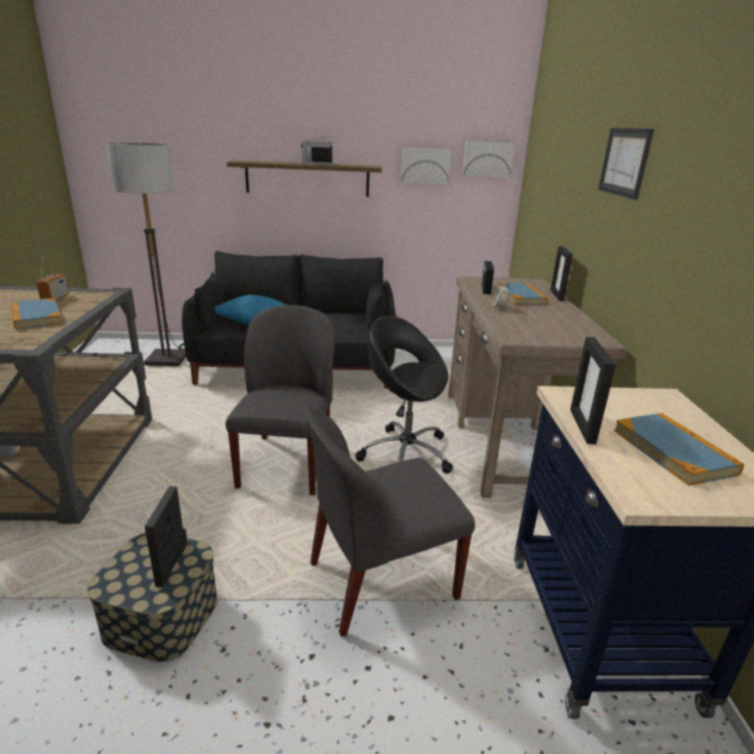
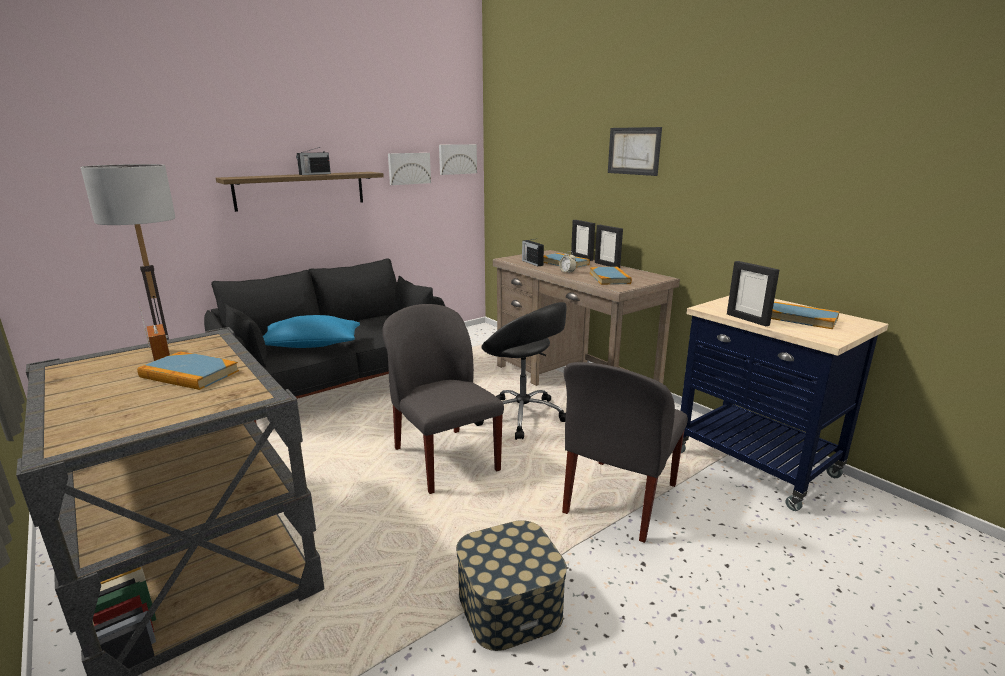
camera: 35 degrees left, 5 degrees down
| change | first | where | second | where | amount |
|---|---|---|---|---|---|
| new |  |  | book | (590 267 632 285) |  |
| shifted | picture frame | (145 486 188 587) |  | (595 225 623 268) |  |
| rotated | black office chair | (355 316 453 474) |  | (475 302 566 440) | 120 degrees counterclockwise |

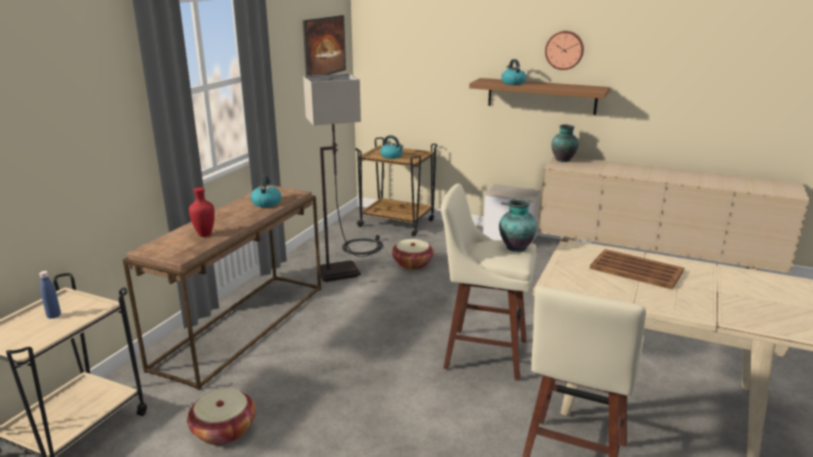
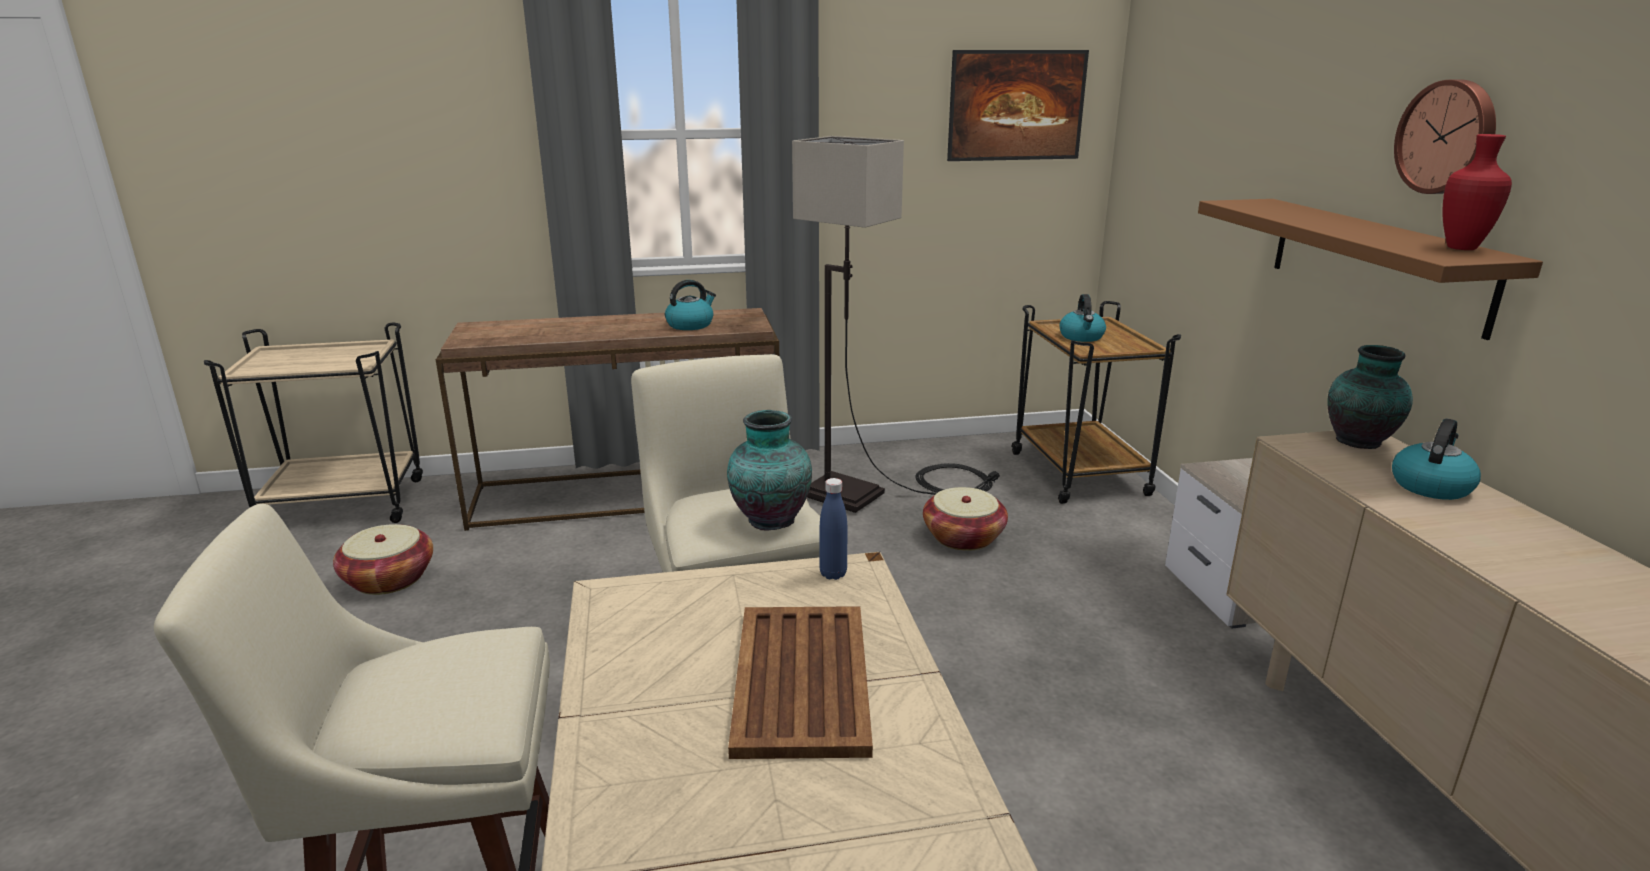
camera: 55 degrees right, 0 degrees up
| change | first | where | second | where | amount |
|---|---|---|---|---|---|
| shifted | bluish drink bottle | (39 271 61 319) |  | (819 478 847 580) |  |
| shifted | reddish vase | (189 187 215 237) |  | (1443 134 1512 250) |  |
| shifted | water kettle | (501 59 526 85) |  | (1392 418 1481 500) |  |

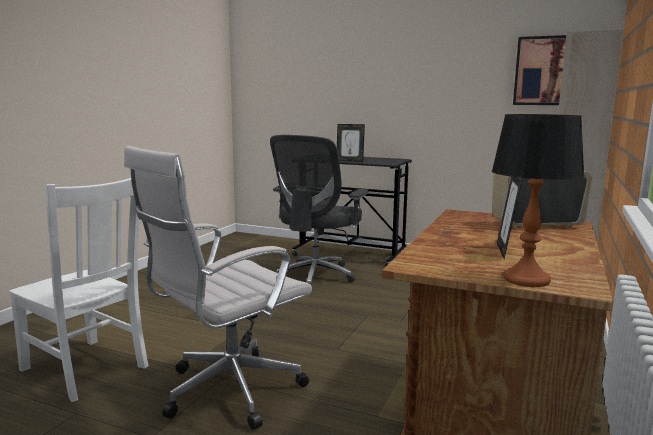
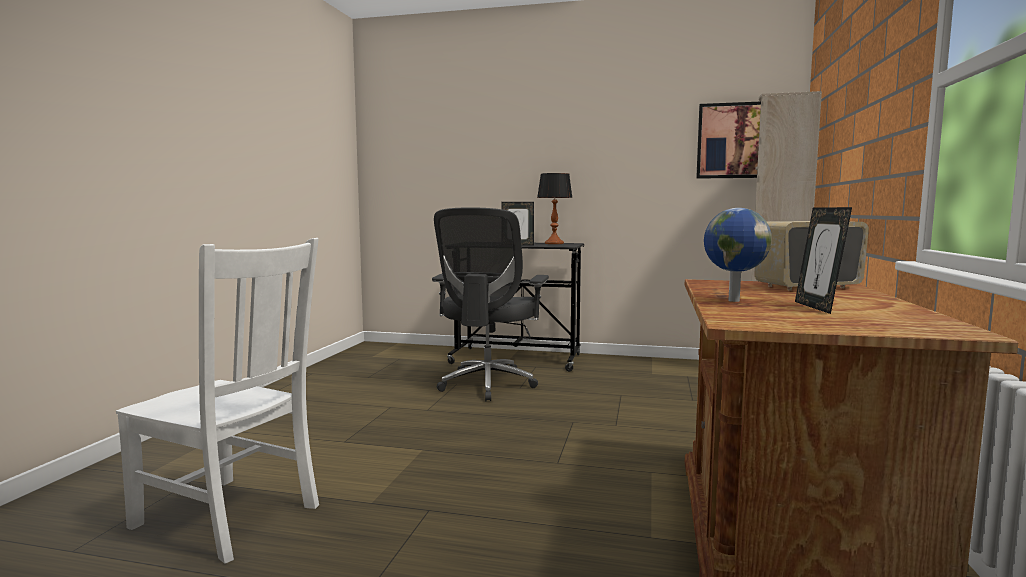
camera: 10 degrees left, 5 degrees down
| change | first | where | second | where | amount |
|---|---|---|---|---|---|
| gone | whitish office chair | (124 146 312 430) |  |  |  |
| new |  |  | desk globe | (704 208 772 302) |  |
| shifted | table lamp | (492 114 585 287) |  | (537 173 573 244) |  |

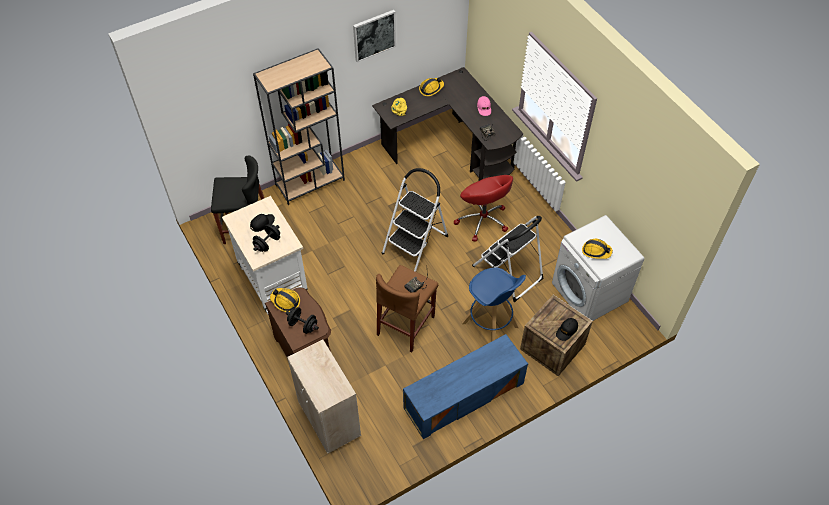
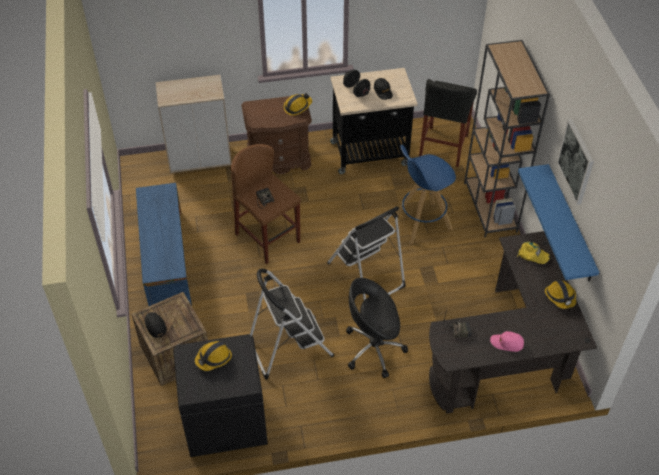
camera: 110 degrees right, 5 degrees down
| change | first | where | second | where | amount |
|---|---|---|---|---|---|
| gone | black dumbbell | (286 307 319 334) |  |  |  |
| new |  |  | bluish wall shelf | (518 164 599 282) |  |
| shifted | bluish stool | (462 267 526 341) |  | (393 145 456 244) |  |
| repainted | whitish cart | (222 196 308 314) | black cart | (330 68 418 174) |  |
| repainted | reddish office chair | (454 175 513 241) | black office chair | (346 278 408 378) |  |
| repainted | whitish laundry appliance | (552 215 644 321) | black laundry appliance | (173 334 268 457) |  |

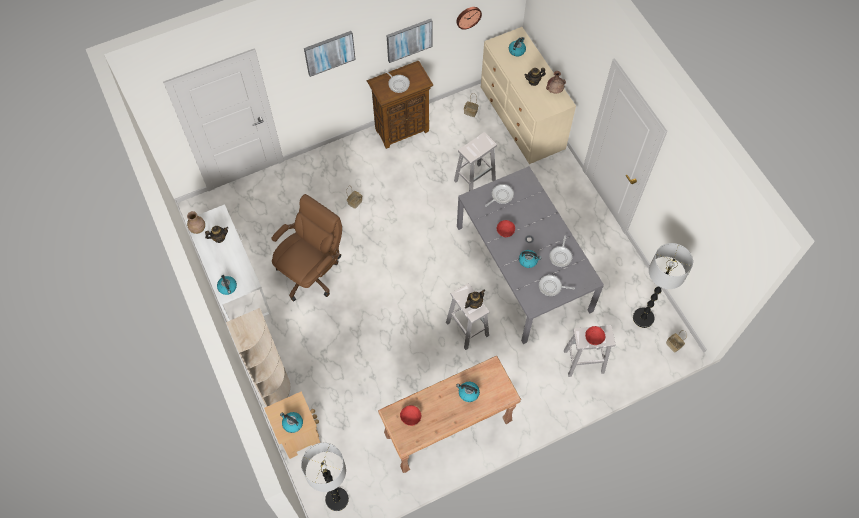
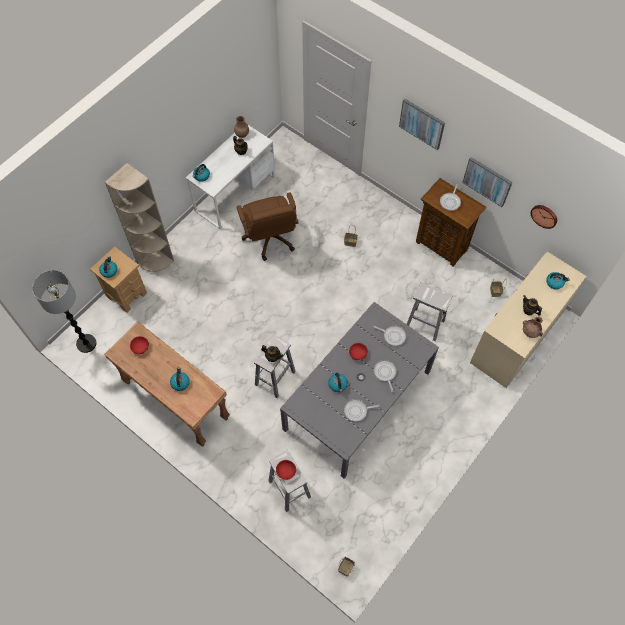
camera: 65 degrees right, 0 degrees up
| change | first | where | second | where | amount |
|---|---|---|---|---|---|
| gone | standard lamp | (633 243 693 328) |  |  |  |
| shifted | frying pan | (539 275 575 296) |  | (374 360 396 392) |  |
| rotated | brown office chair | (271 194 342 302) |  | (237 192 298 261) | 60 degrees clockwise |

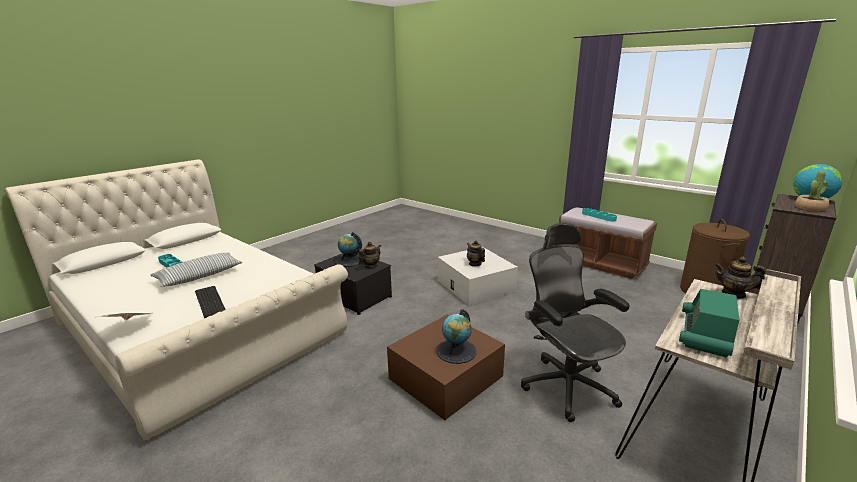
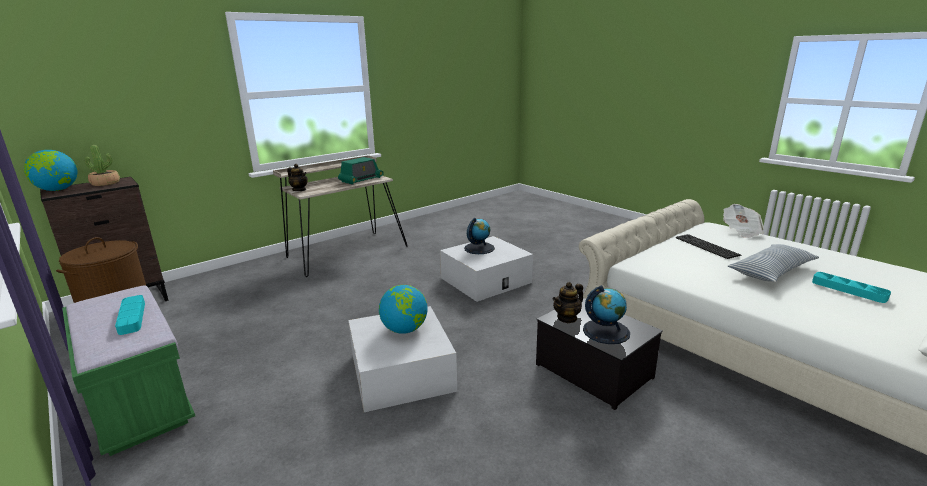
camera: 170 degrees left, 0 degrees up
| change | first | where | second | where | amount |
|---|---|---|---|---|---|
| gone | office chair | (521 223 629 422) |  |  |  |
| swapped | teapot | (467 240 485 267) | desk globe | (379 285 428 334) |  |
| repainted | brown storage bin | (387 315 505 420) | whitish storage bin | (440 236 533 302) |  |
| repainted | brown long seat | (559 207 657 279) | greenish long seat | (62 285 195 456) |  |

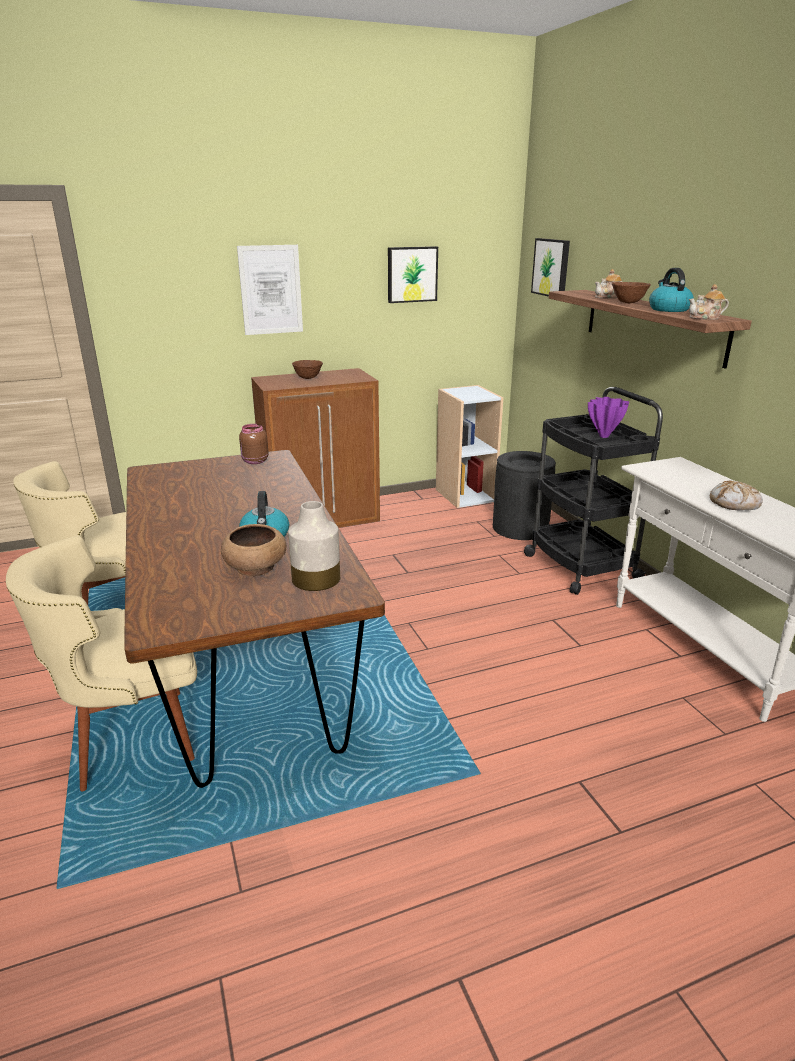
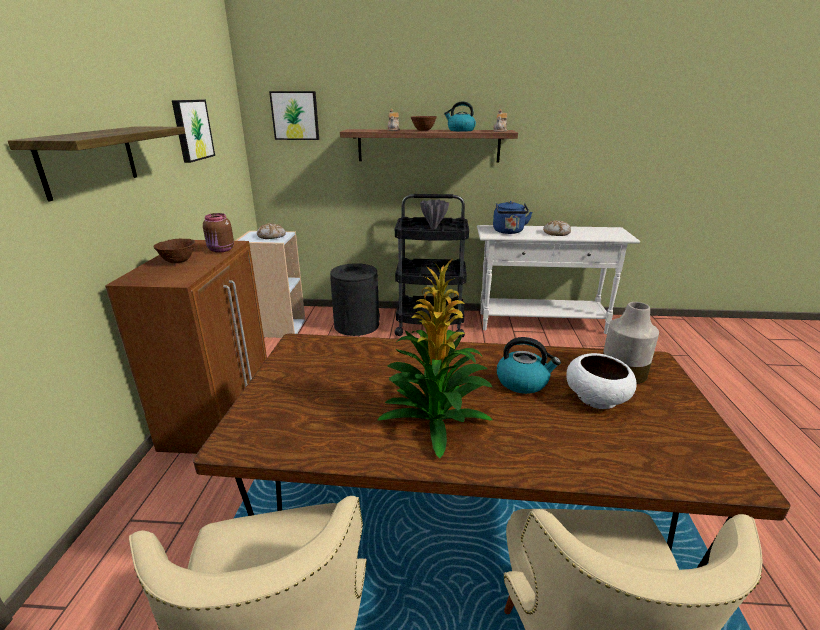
camera: 65 degrees left, 0 degrees up
| change | first | where | second | where | amount |
|---|---|---|---|---|---|
| new |  |  | baked bread | (257 223 286 239) |  |
| new |  |  | plant in a pot | (377 259 492 458) |  |
| new |  |  | bluish water kettle | (493 201 533 234) |  |
| shifted | brown storage jar | (239 424 269 464) |  | (203 213 234 253) |  |
| swapped | picture | (237 245 303 335) | wall shelf | (8 127 185 201) |  |
| repainted | brown bowl | (221 524 286 576) | whitish bowl | (566 353 637 409) |  |
| repainted | purplish vase | (588 397 629 438) | gray vase | (420 200 449 229) |  |

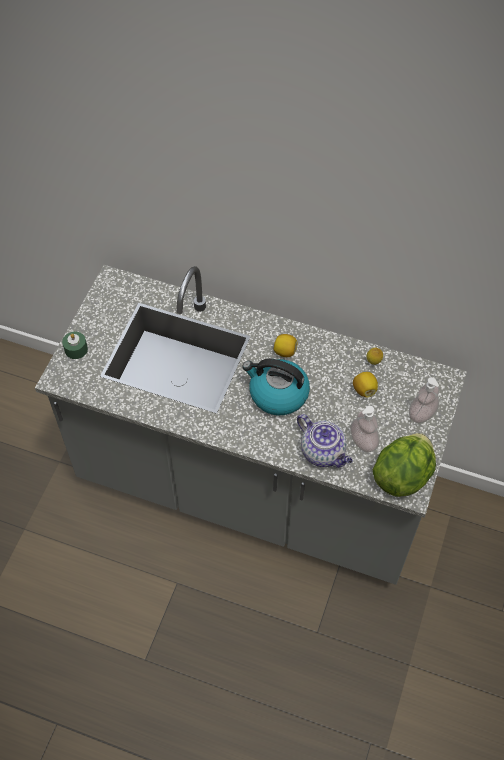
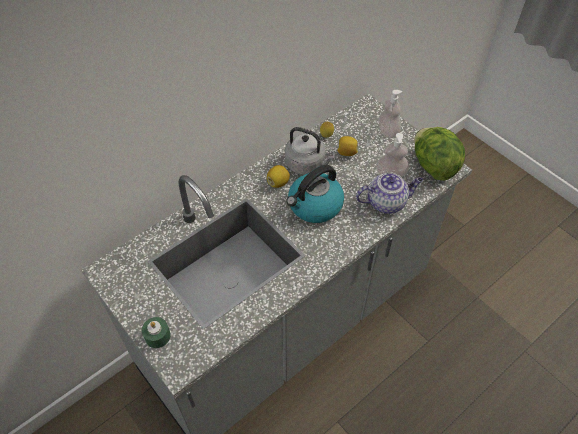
camera: 60 degrees left, 5 degrees down
| change | first | where | second | where | amount |
|---|---|---|---|---|---|
| new |  |  | gray water kettle | (285 127 335 175) |  |

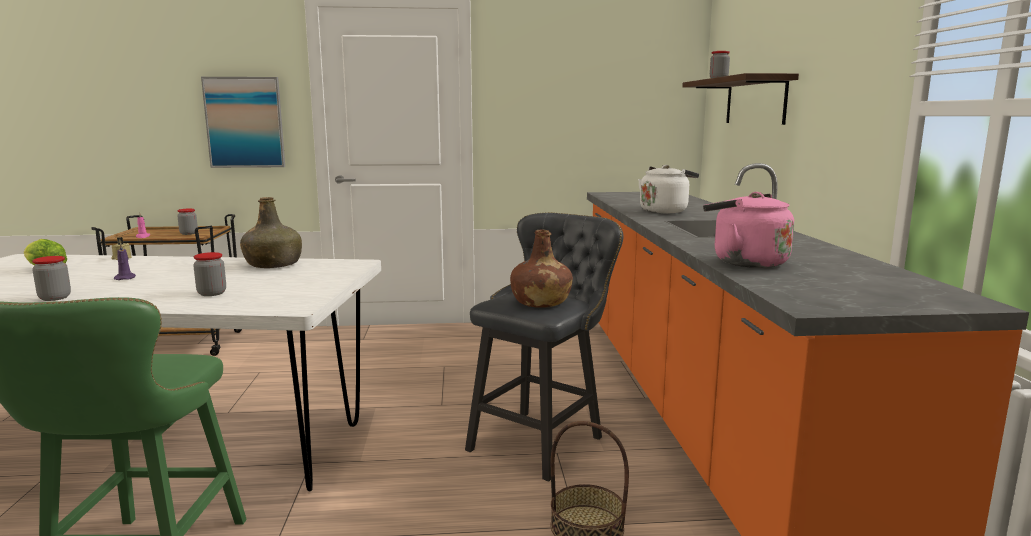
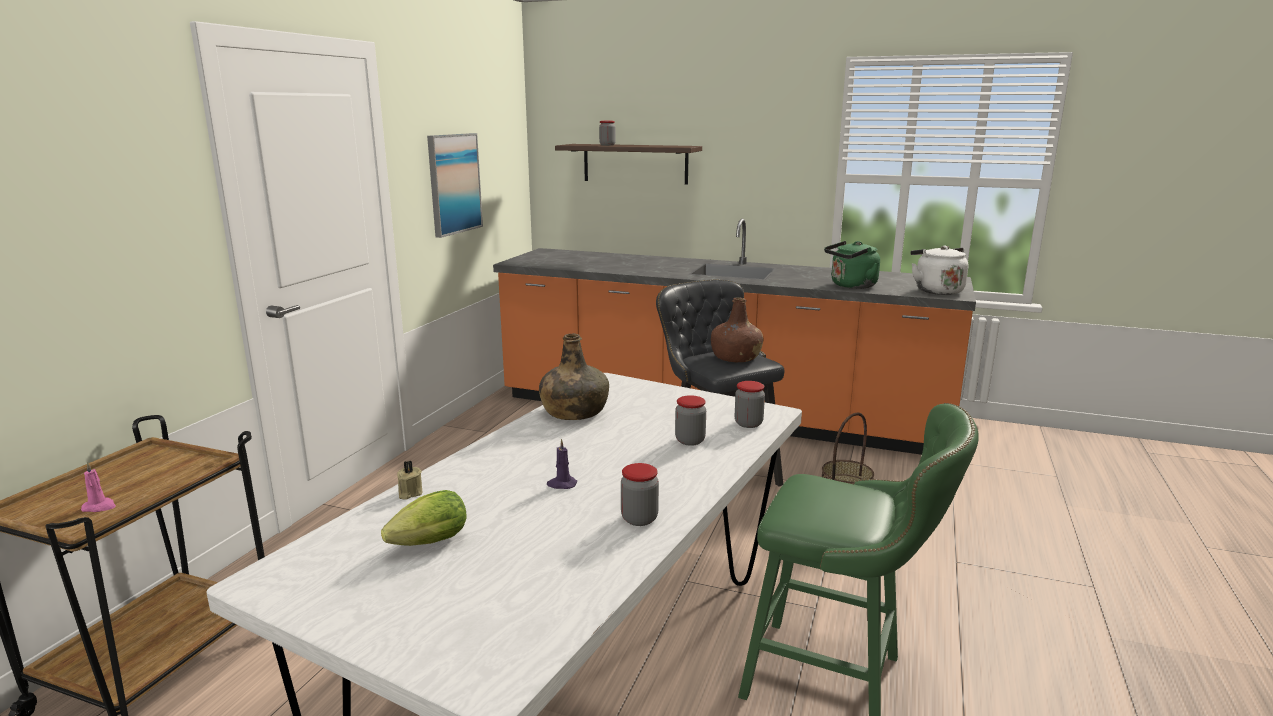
camera: 65 degrees left, 5 degrees up
| change | first | where | second | where | amount |
|---|---|---|---|---|---|
| shifted | storage jar | (177 209 198 235) |  | (735 381 765 428) |  |
| shifted | picture | (201 77 285 168) |  | (427 133 483 238) |  |
| shifted | whitish water kettle | (638 165 699 213) |  | (911 246 968 295) |  |
| repainted | pinkish water kettle | (703 192 794 268) | greenish water kettle | (824 241 880 289) |  |

